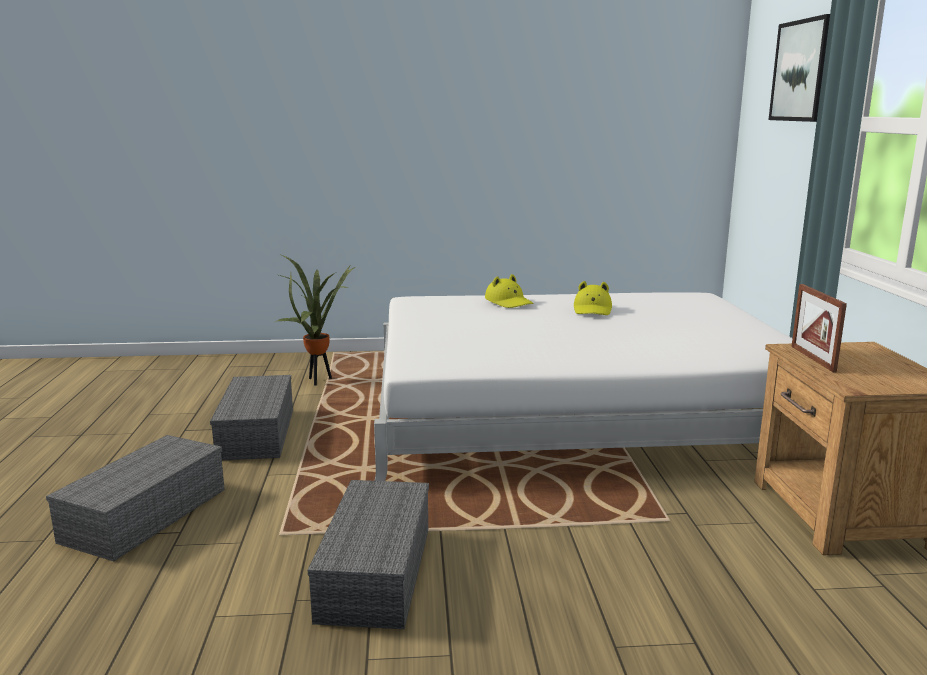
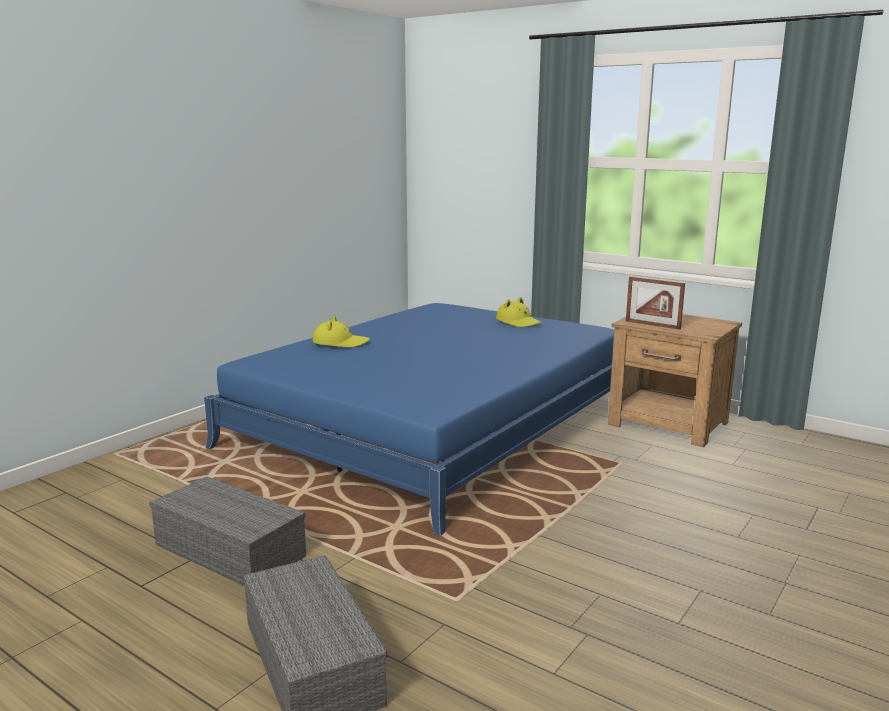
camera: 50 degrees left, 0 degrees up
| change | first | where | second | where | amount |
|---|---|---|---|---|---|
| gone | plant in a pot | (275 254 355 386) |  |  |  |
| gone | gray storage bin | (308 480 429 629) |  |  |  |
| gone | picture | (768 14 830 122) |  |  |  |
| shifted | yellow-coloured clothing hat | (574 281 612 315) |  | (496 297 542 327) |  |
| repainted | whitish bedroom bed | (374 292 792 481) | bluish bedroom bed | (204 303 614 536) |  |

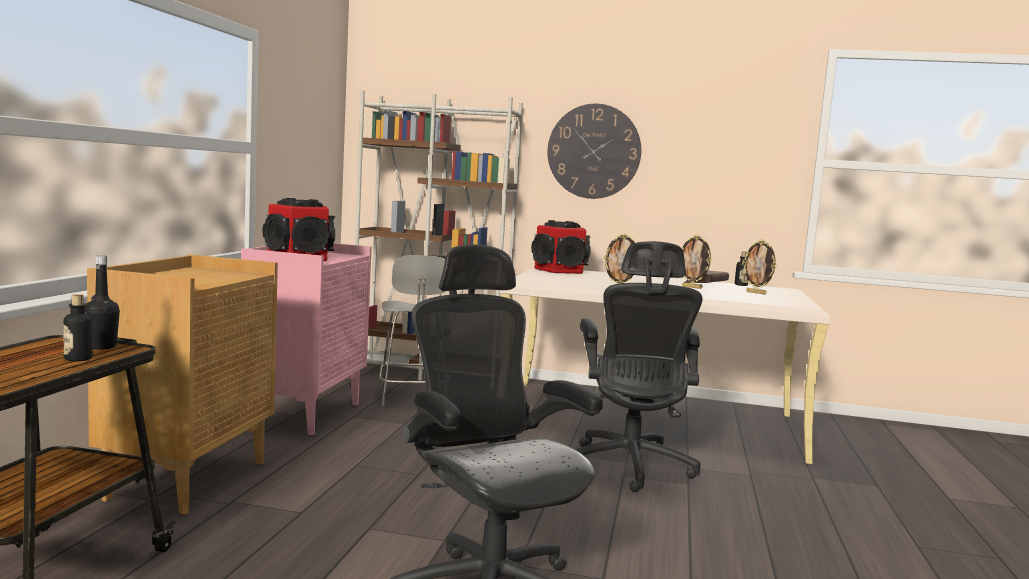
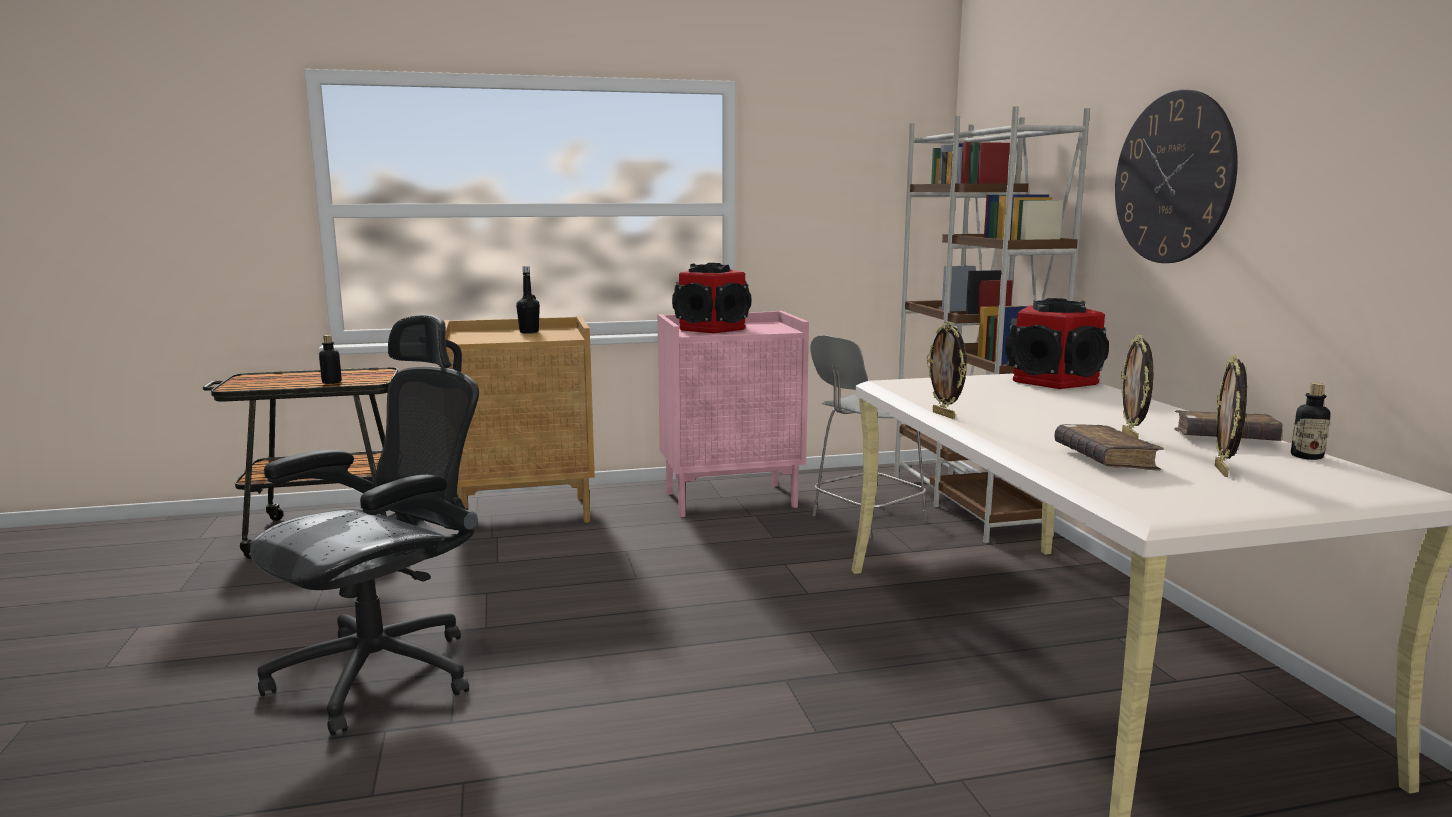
camera: 65 degrees right, 5 degrees up
| change | first | where | second | where | amount |
|---|---|---|---|---|---|
| gone | office chair | (575 241 702 492) |  |  |  |
| new |  |  | brown book | (1054 424 1164 471) |  |
| shifted | black drink bottle | (85 255 120 350) |  | (516 266 540 334) |  |

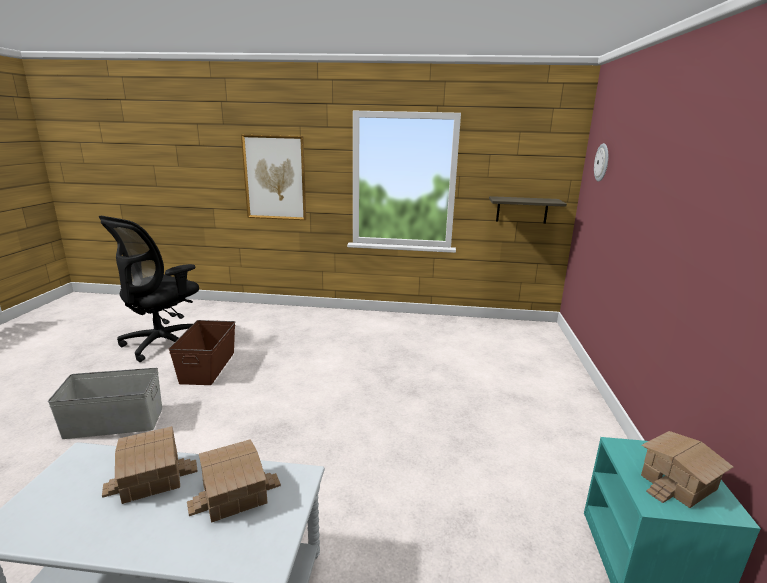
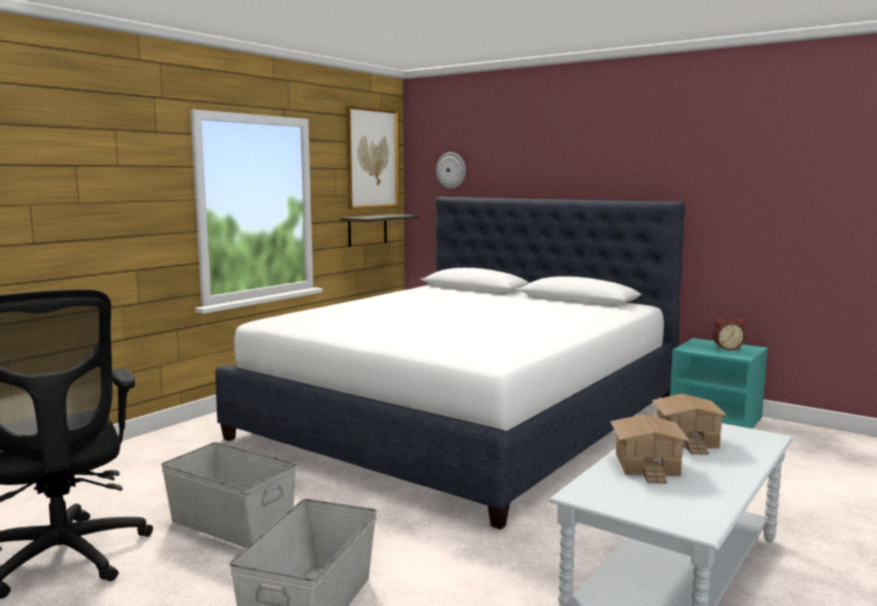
camera: 60 degrees left, 10 degrees down
| change | first | where | second | where | amount |
|---|---|---|---|---|---|
| new |  |  | whitish bedroom bed | (215 197 685 529) |  |
| shifted | picture | (241 134 306 220) |  | (346 105 399 209) |  |
| swapped | toy house | (641 431 733 508) | alarm clock | (713 319 746 350) |  |
| repainted | brown storage bin | (169 320 235 385) | gray storage bin | (161 442 296 548) |  |

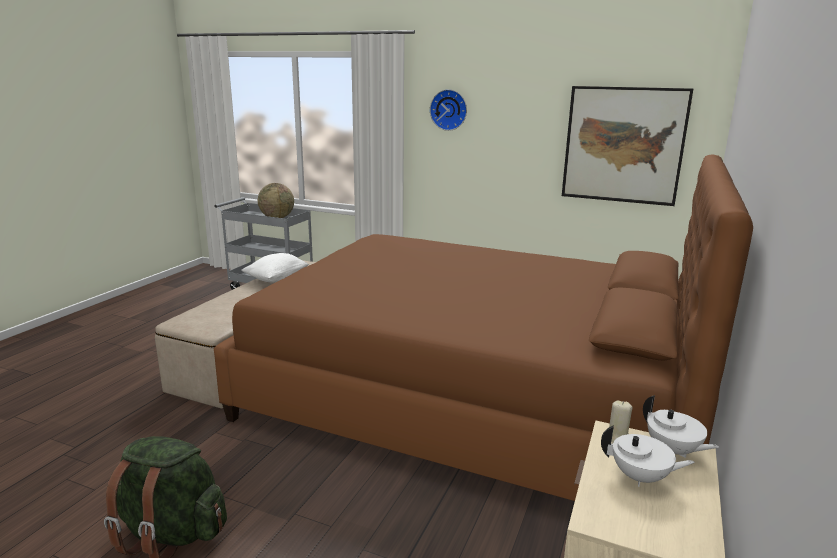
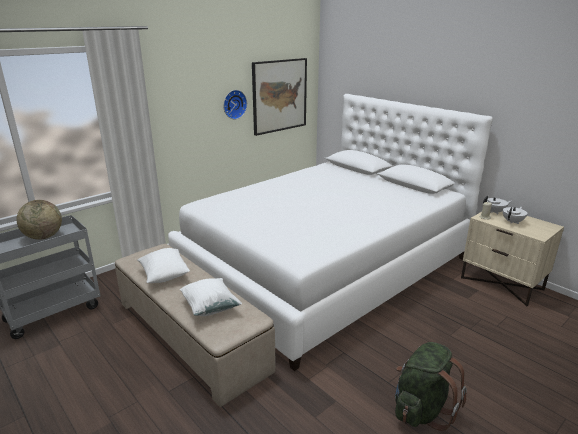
camera: 65 degrees left, 5 degrees up
| change | first | where | second | where | amount |
|---|---|---|---|---|---|
| new |  |  | whitish pillow | (180 278 242 316) |  |
| shifted | hanging clock | (430 89 467 131) |  | (223 90 247 119) |  |
| repainted | brown bedroom bed | (214 154 753 501) | whitish bedroom bed | (168 94 493 371) |  |

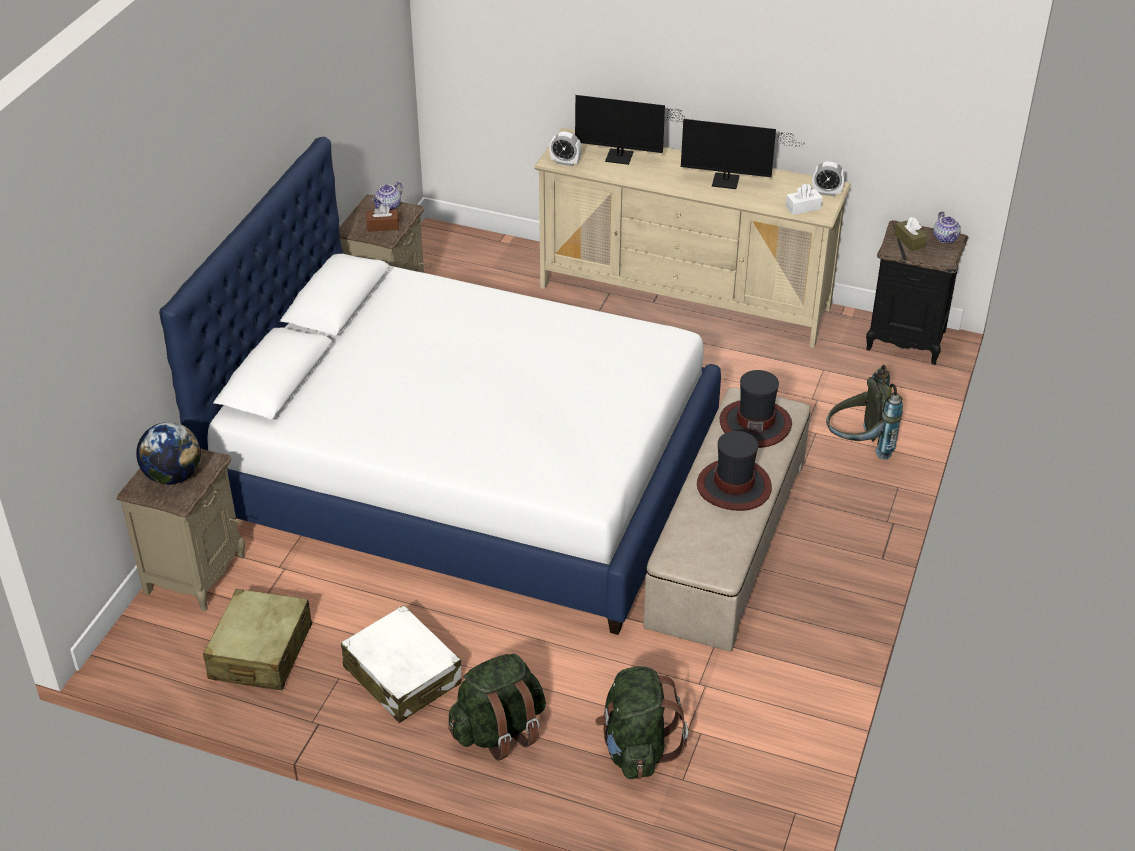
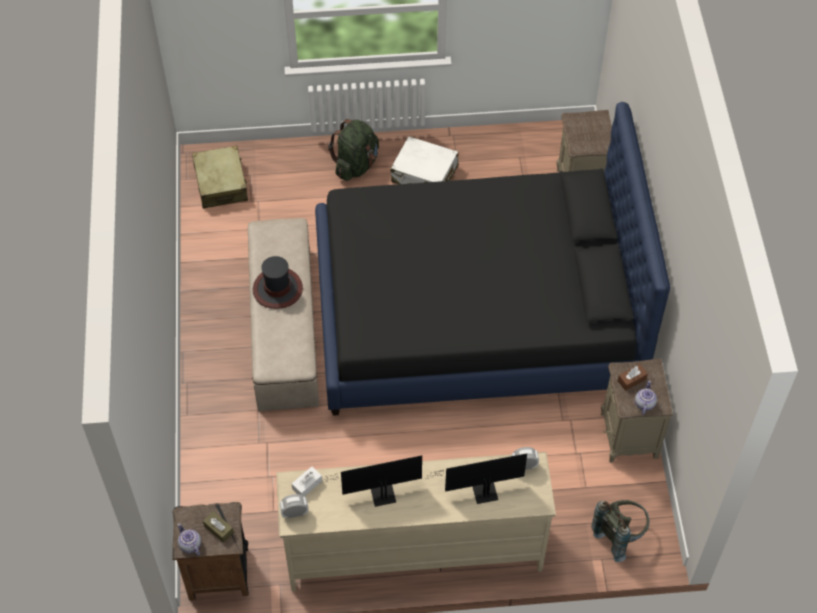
camera: 155 degrees right, 15 degrees up
| change | first | where | second | where | amount |
|---|---|---|---|---|---|
| gone | desk globe | (136 422 201 485) |  |  |  |
| gone | greenish rucksack | (595 666 688 779) |  |  |  |
| gone | clothing hat | (720 370 792 448) |  |  |  |
| shifted | sand-coloured travel case | (203 589 312 690) |  | (192 146 248 209) |  |
| shifted | gray rucksack | (826 365 903 460) |  | (592 500 649 562) |  |
| repainted | whitish bedroom bed | (159 137 721 635) | black bedroom bed | (315 102 670 416) |  |

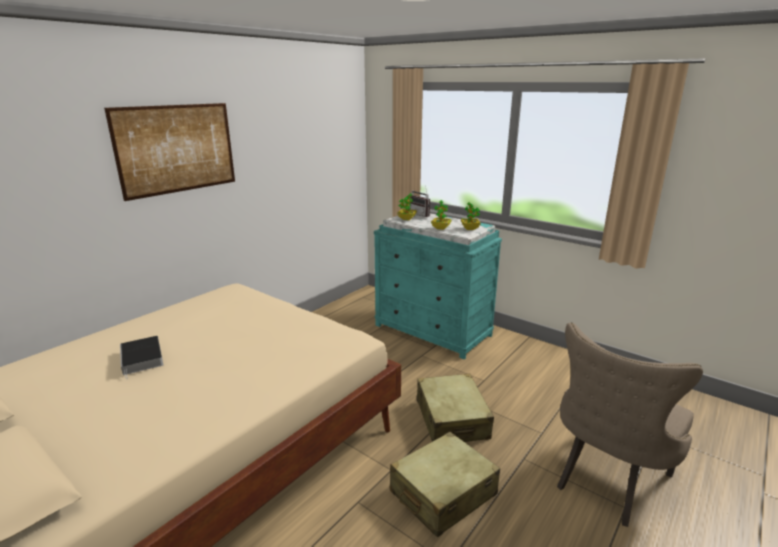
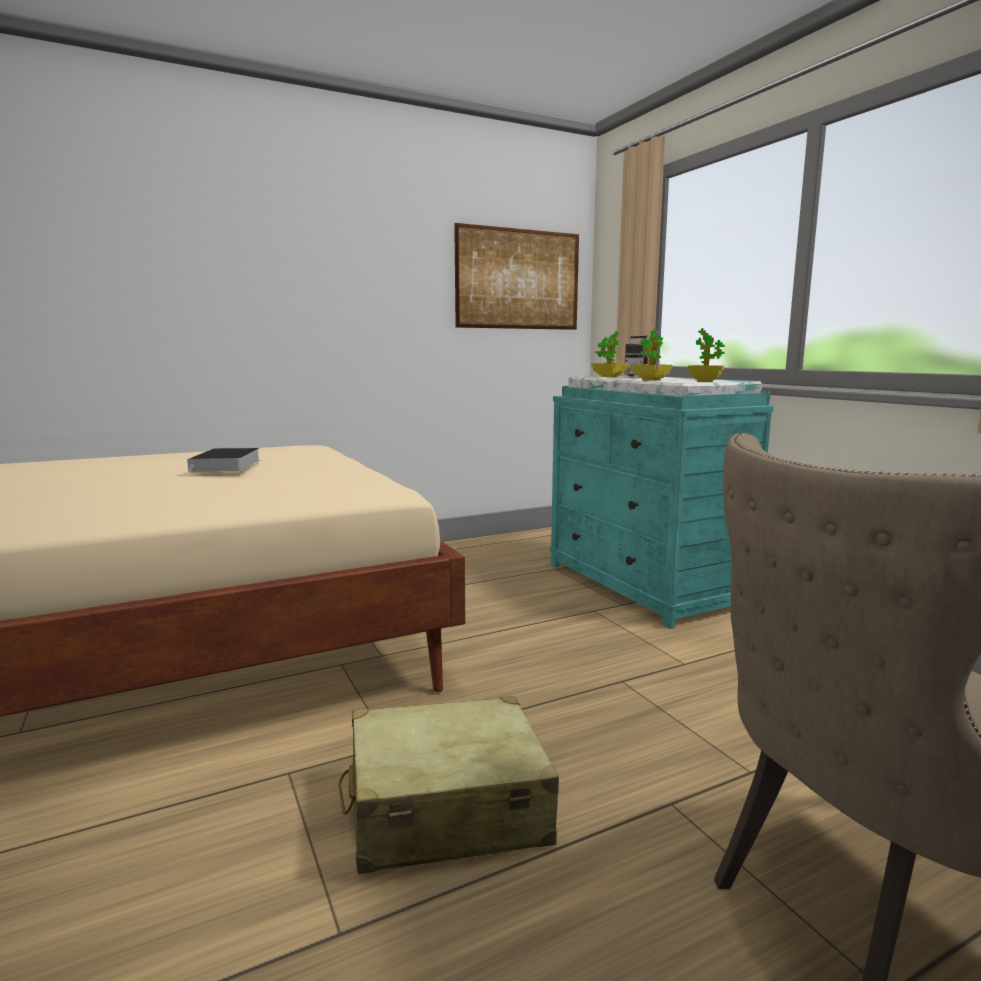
camera: 25 degrees right, 10 degrees down
| change | first | where | second | where | amount |
|---|---|---|---|---|---|
| gone | sand-coloured travel case | (417 374 494 442) |  |  |  |
| shifted | picture | (104 103 235 201) |  | (454 223 579 330) |  |
| shifted | book | (120 336 163 379) |  | (187 448 260 474) |  |

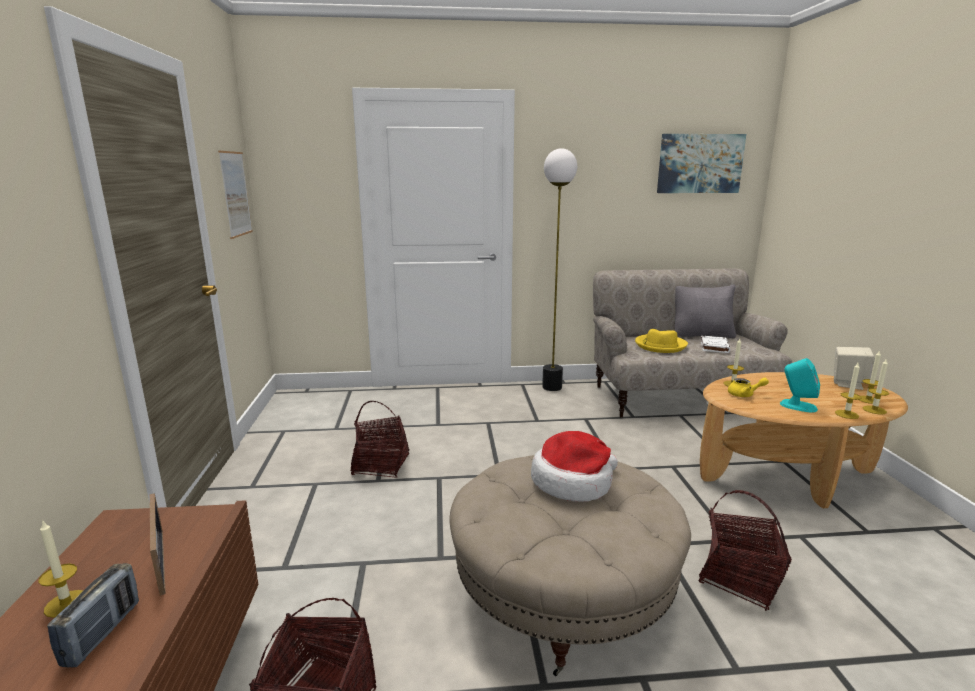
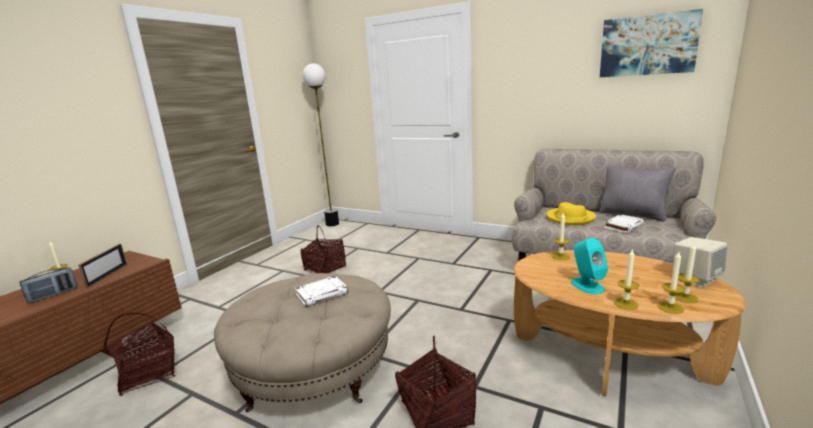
camera: 35 degrees right, 0 degrees up
| change | first | where | second | where | amount |
|---|---|---|---|---|---|
| gone | picture | (218 151 253 239) |  |  |  |
| gone | yellow-coloured teapot | (728 378 769 397) |  |  |  |
| shifted | standard lamp | (542 148 577 391) |  | (303 63 339 226) |  |
| swapped | clothing hat | (531 431 618 502) | whitish book | (295 276 348 307) |  |

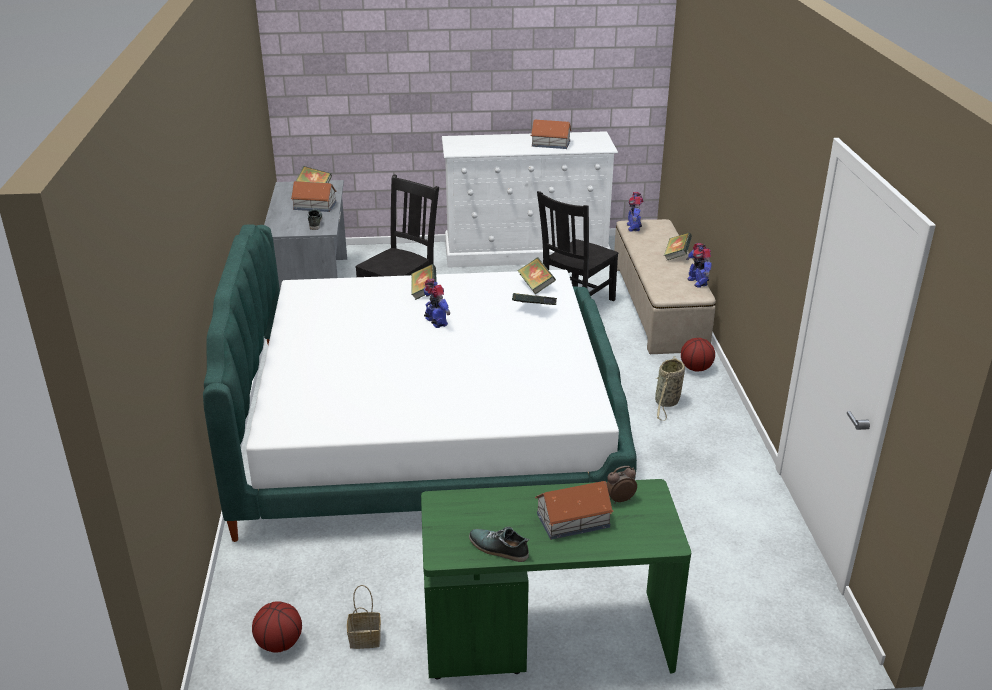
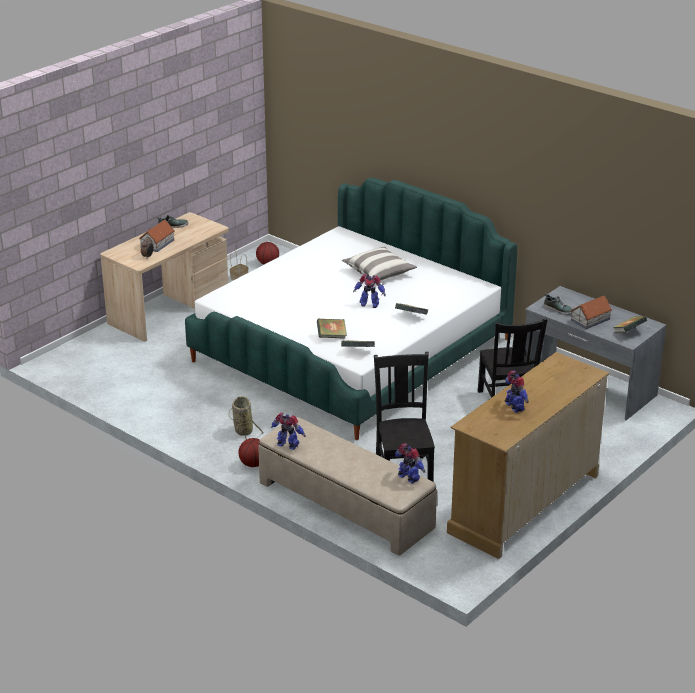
camera: 135 degrees right, 0 degrees up
| change | first | where | second | where | amount |
|---|---|---|---|---|---|
| gone | book | (664 233 692 261) |  |  |  |
| new |  |  | pillow | (342 247 417 280) |  |
| swapped | toy house | (531 119 572 149) | robot figure | (505 371 529 413) |  |
| repainted | greenish desk unit | (421 479 691 679) | sand-coloured desk unit | (100 212 229 341) |  |
| repainted | whitish chest of drawers | (442 131 618 268) | brown chest of drawers | (447 352 609 559) |  |

